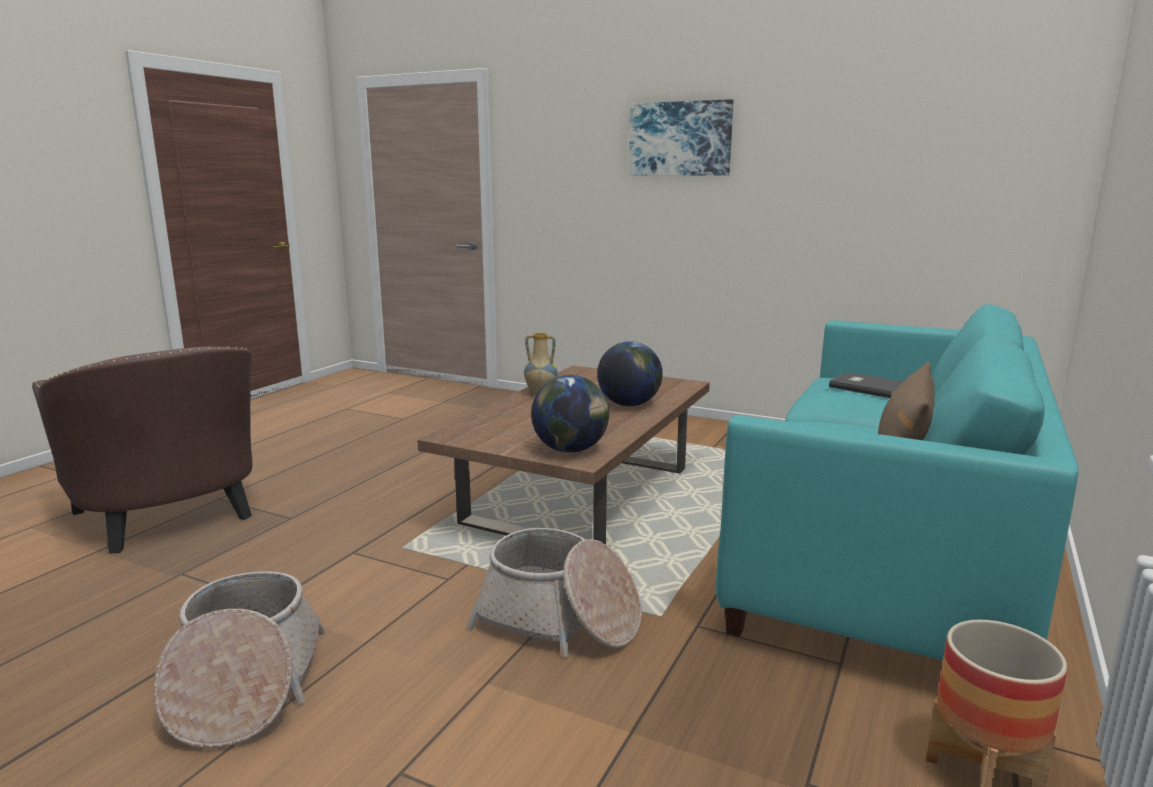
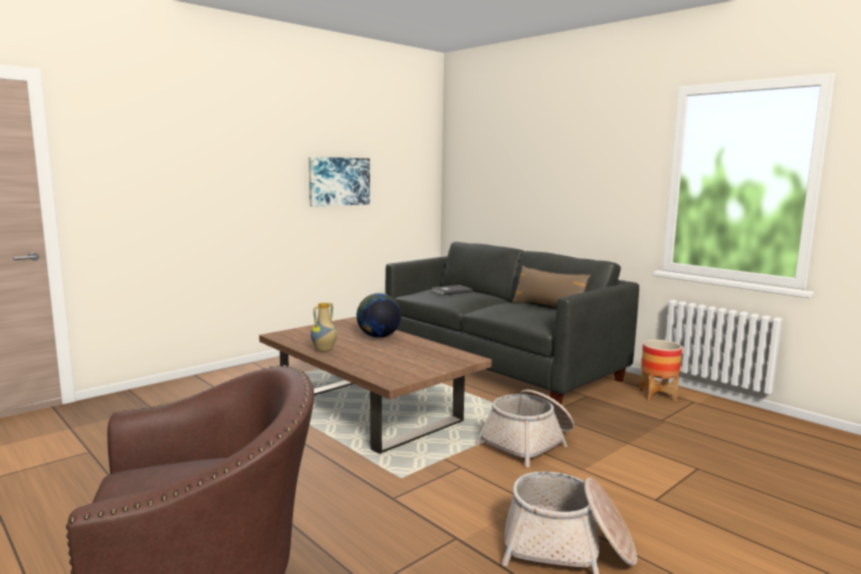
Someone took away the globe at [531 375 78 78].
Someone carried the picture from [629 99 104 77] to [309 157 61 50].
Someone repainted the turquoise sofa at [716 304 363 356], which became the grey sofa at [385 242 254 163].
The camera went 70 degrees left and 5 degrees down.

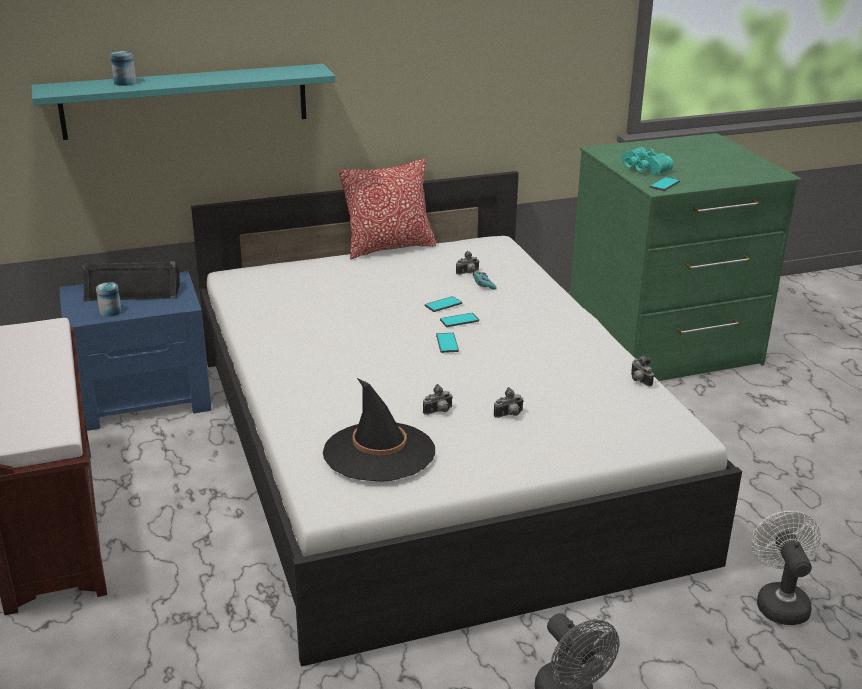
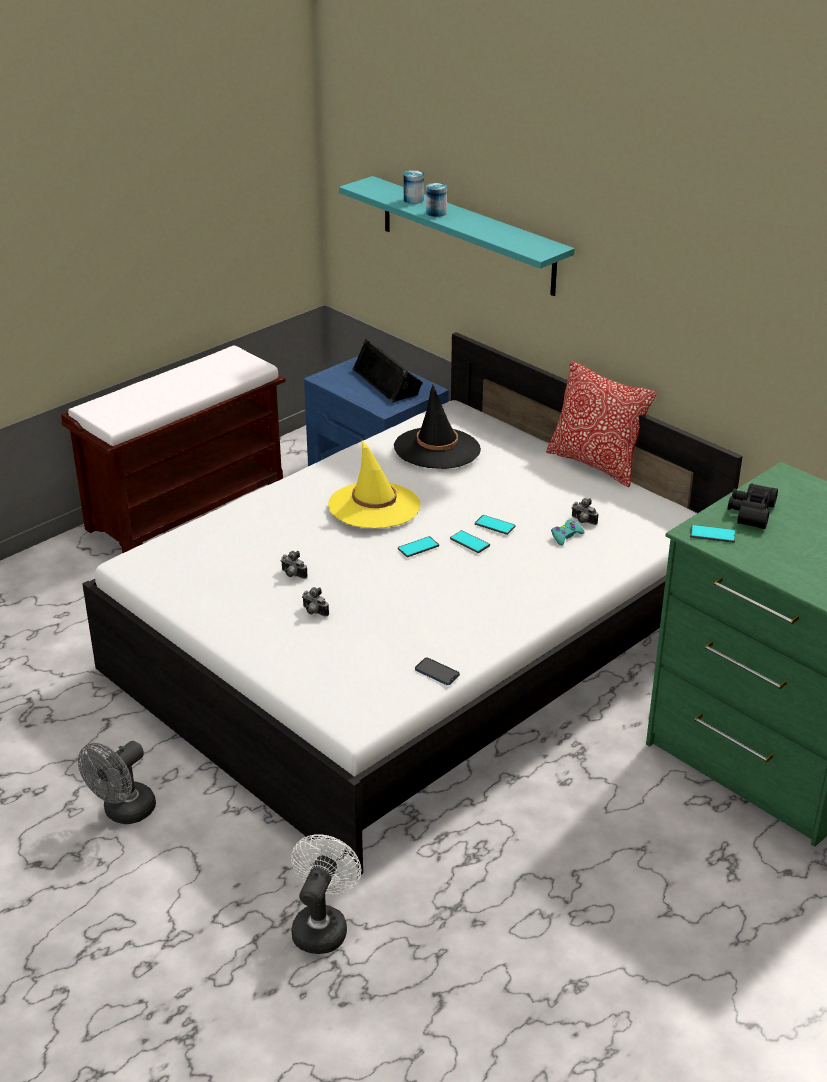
Someone carried the can from [96 282 25 35] to [426 183 21 34].
Someone carried the black hat from [323 378 112 104] to [394 385 87 84].
Someone repainted the turquoise binoculars at [621 147 52 28], which became the black binoculars at [728 483 50 46].
Someone swapped the photo camera at [631 356 23 31] for the phone at [415 658 45 27].
Someone rotated the white fan at [751 511 70 114] by 45 degrees counterclockwise.
Someone put down the yellow hat at [328 440 92 89].
The camera went 65 degrees right and 5 degrees up.

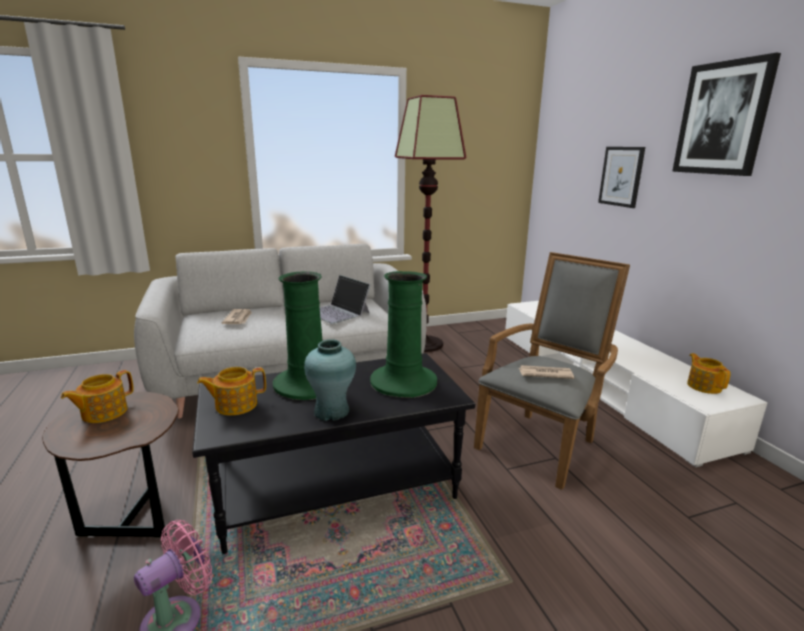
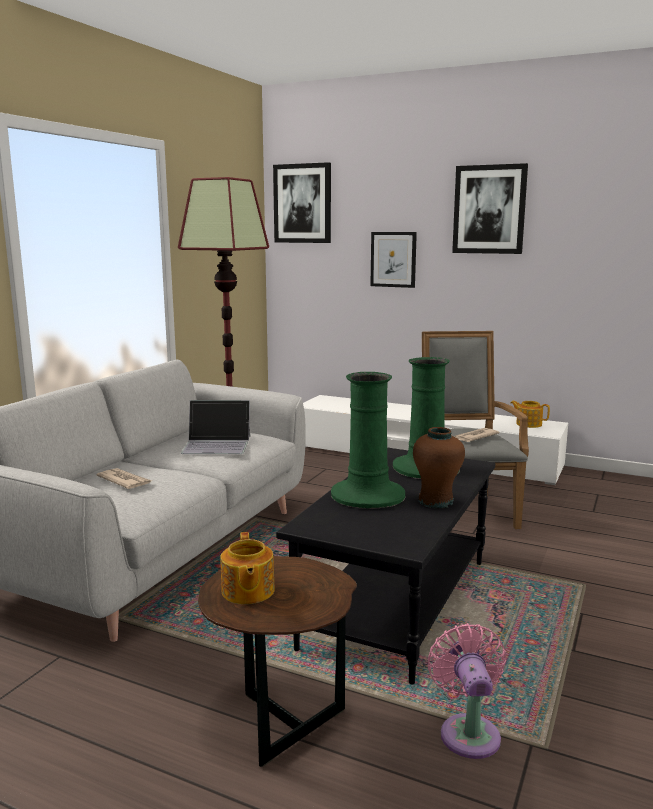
Someone took away the teapot at [197 367 69 49].
Someone repainted the turquoise vase at [304 339 52 82], which became the brown vase at [413 427 52 81].
Someone put up the picture at [273 162 58 81].
The camera went 45 degrees left and 5 degrees down.

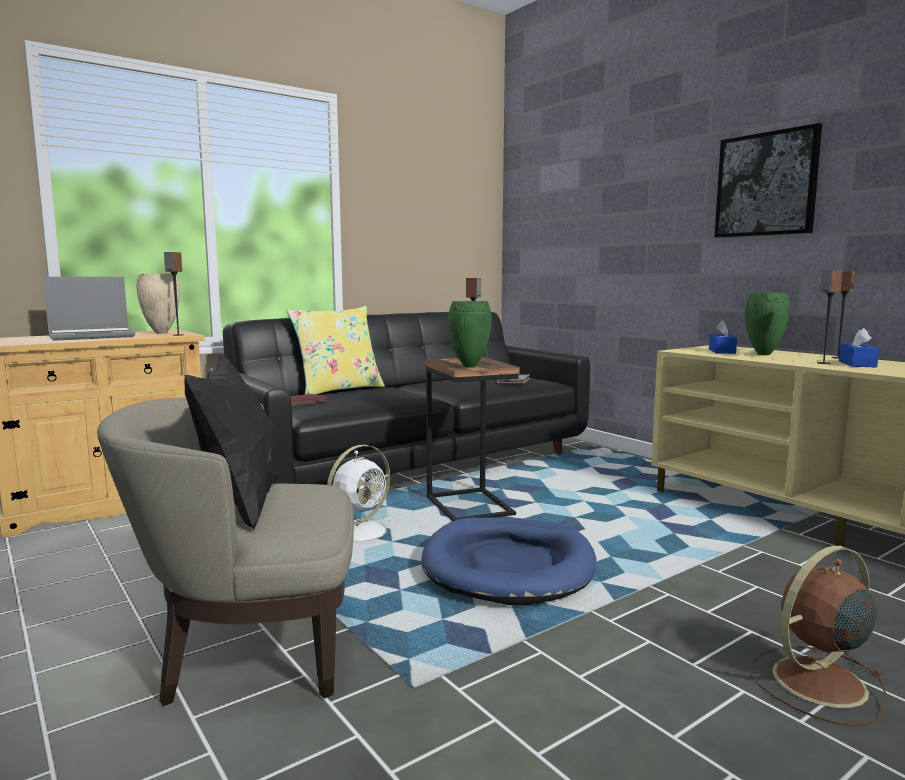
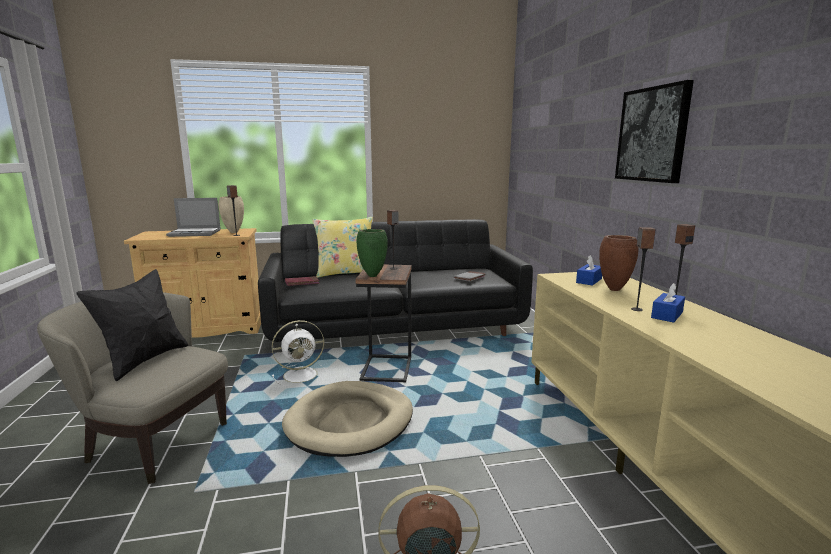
Someone repainted the blue dog bed at [421 518 175 87], which became the beige dog bed at [282 381 131 76].
Someone repainted the green vase at [745 293 45 62], which became the brown vase at [599 235 40 56].
The camera went 25 degrees right and 5 degrees up.

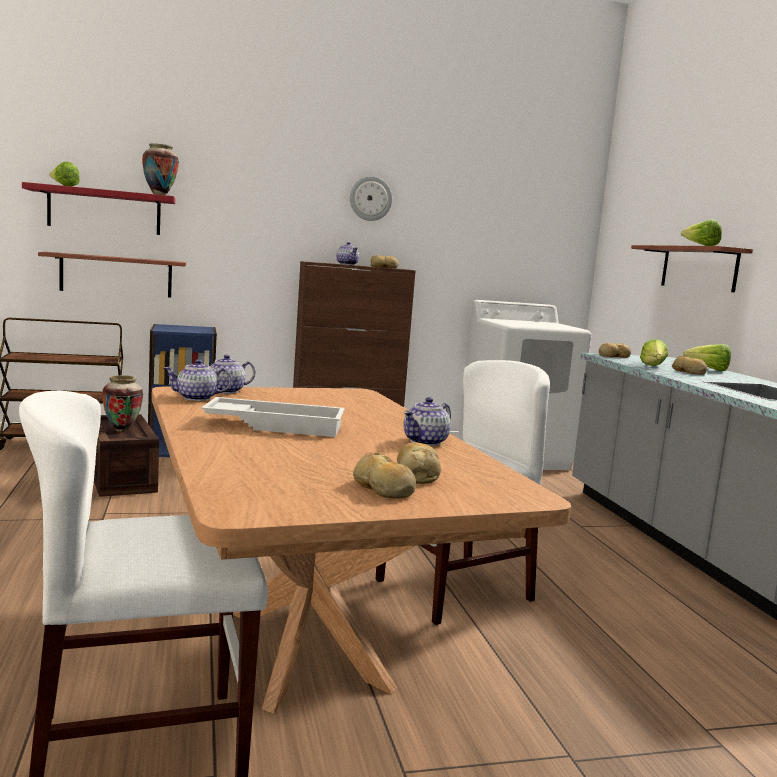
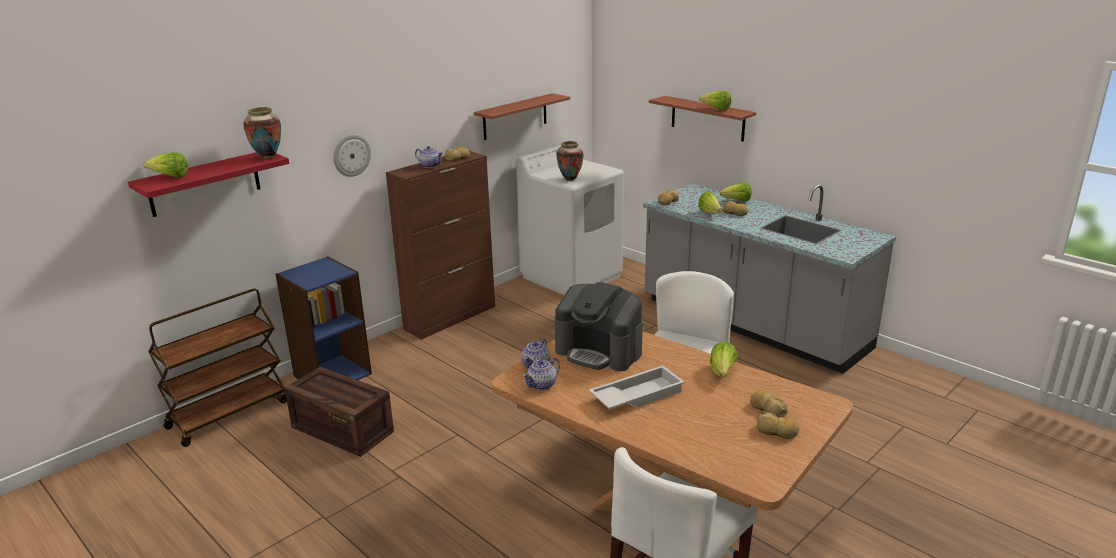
Someone carried the shelf from [38 252 148 46] to [474 93 96 47].
Someone carried the vase from [102 375 41 57] to [556 141 28 40].
Someone carried the wall clock from [350 176 42 45] to [333 134 38 43].
Someone swapped the teapot at [403 397 48 49] for the lettuce at [710 341 28 36].
Someone put down the coffee machine at [555 282 88 89].
The camera went 30 degrees left and 15 degrees up.

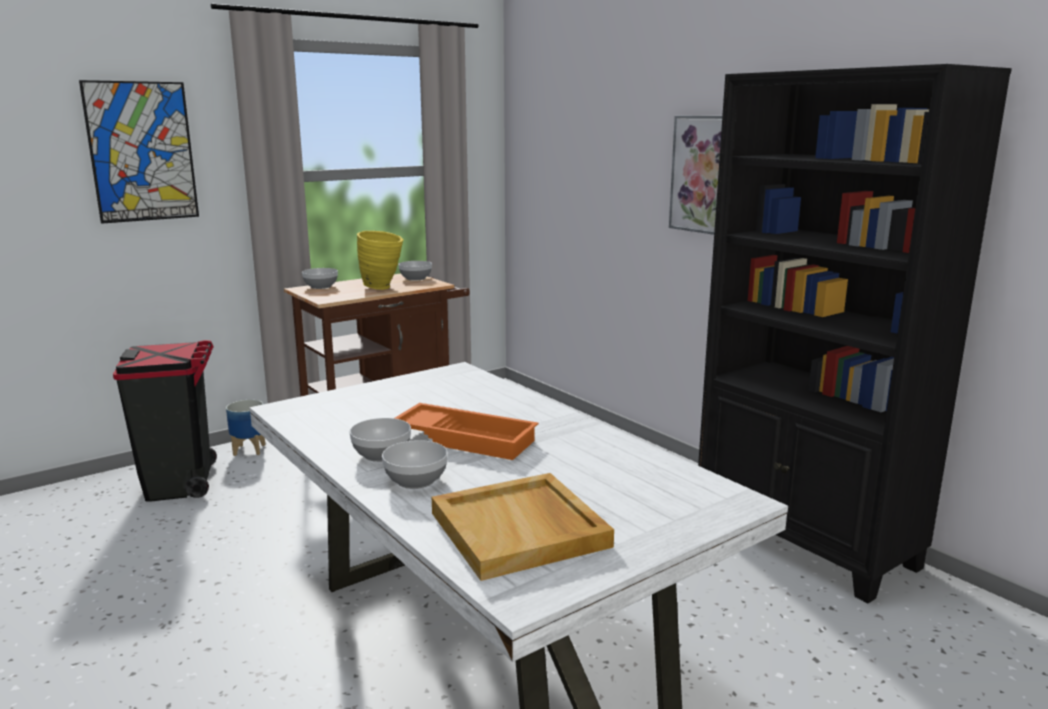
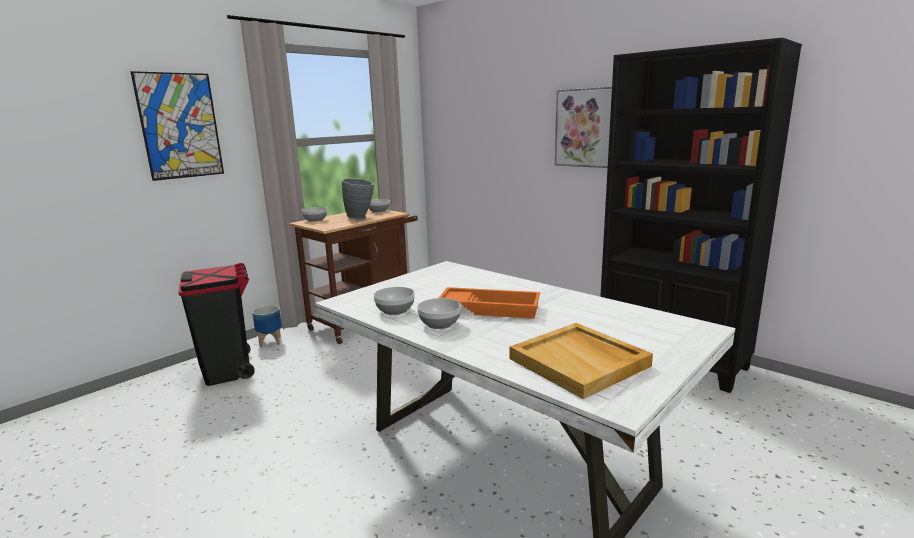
Someone repainted the yellow vase at [357 231 47 59], which became the grey vase at [342 178 32 41].
Someone carried the bowl from [382 440 66 49] to [373 287 42 28].
The camera went 10 degrees left and 0 degrees up.

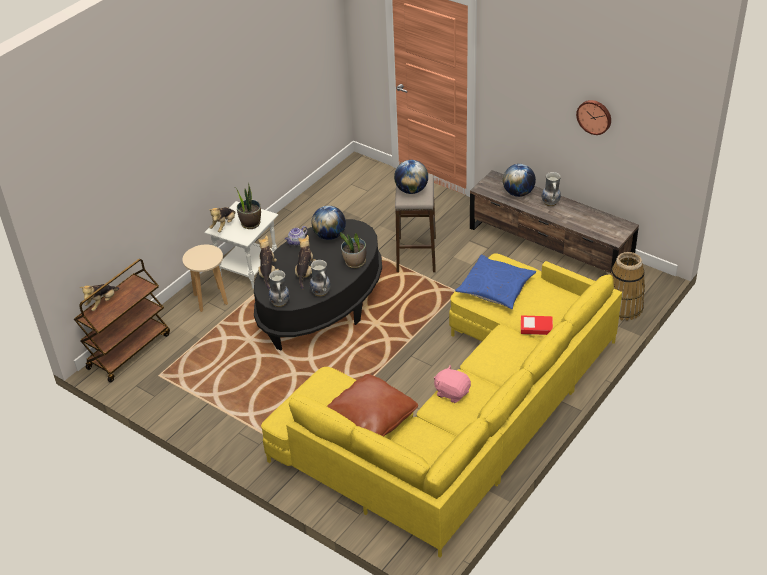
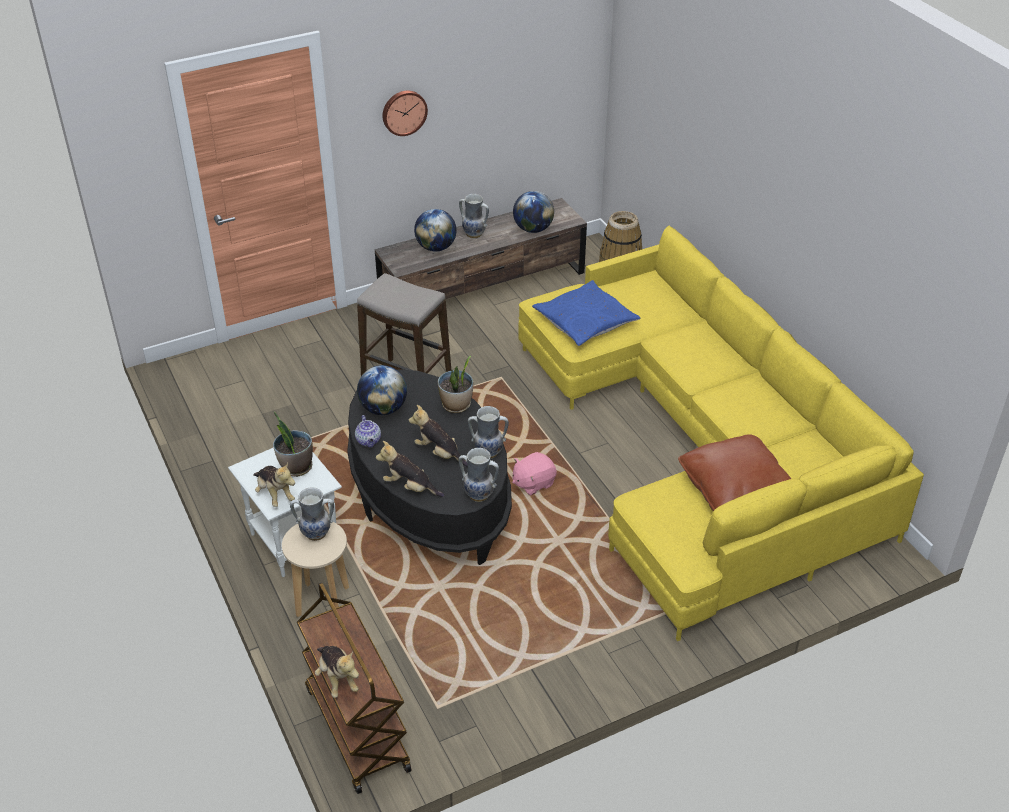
Someone carried the globe from [394 160 34 34] to [513 191 41 42].
Someone carried the pink plush toy from [434 365 37 38] to [512 452 45 44].
Someone took away the book at [521 315 32 20].
Someone carried the wall clock from [576 100 35 35] to [383 91 45 45].
Someone put down the vase at [290 487 44 54].
The camera went 65 degrees left and 0 degrees up.

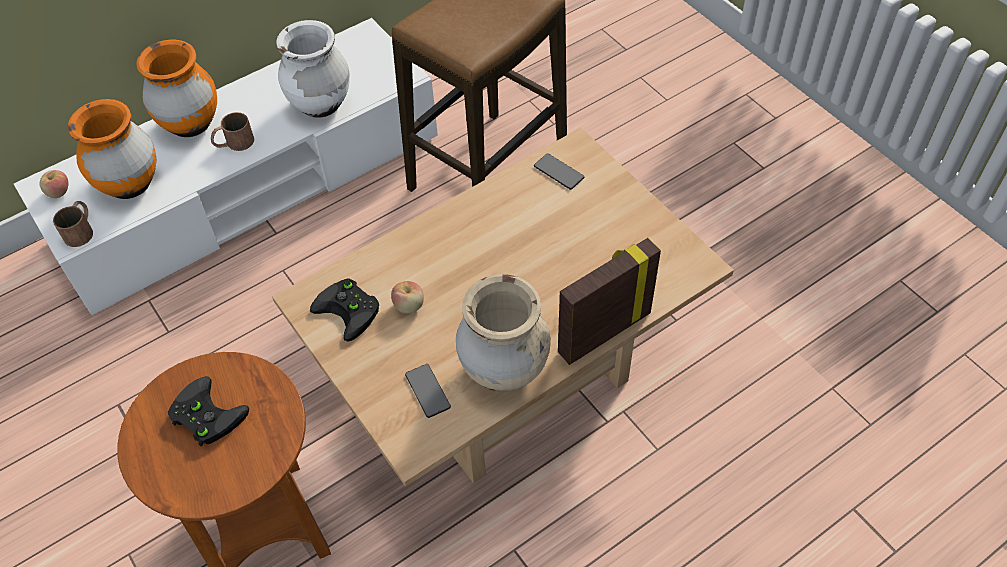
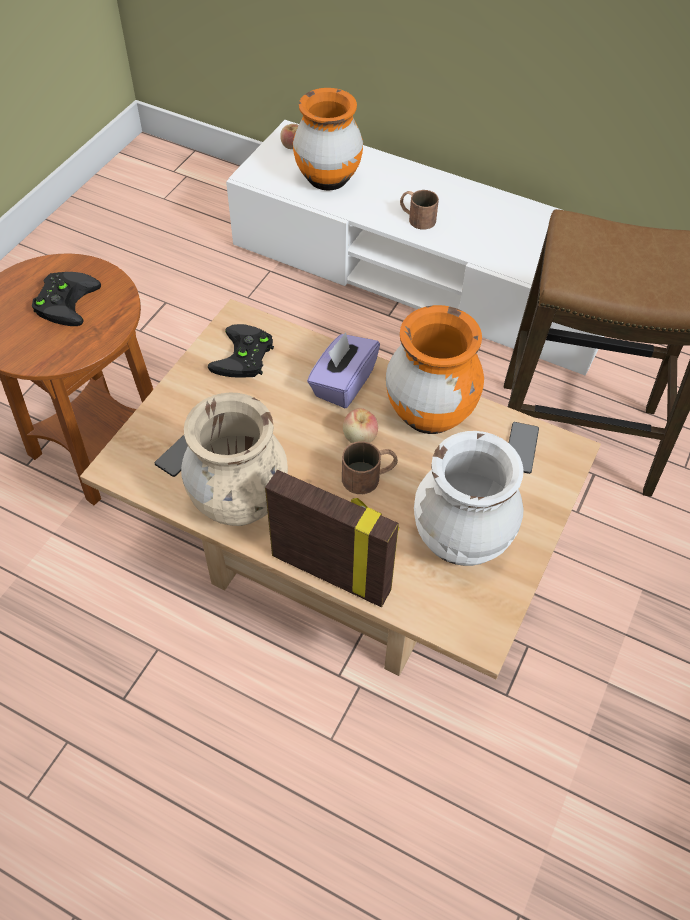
Someone carried the brown mug from [53 201 40 46] to [342 441 56 53].
Someone carried the orange vase from [136 40 81 97] to [386 305 98 129].
Someone carried the white vase from [277 20 73 98] to [414 431 110 135].
Someone carried the apple from [391 281 33 32] to [343 408 35 35].
Someone put down the purple tissue box at [307 332 73 76].
The camera went 60 degrees right and 0 degrees up.

